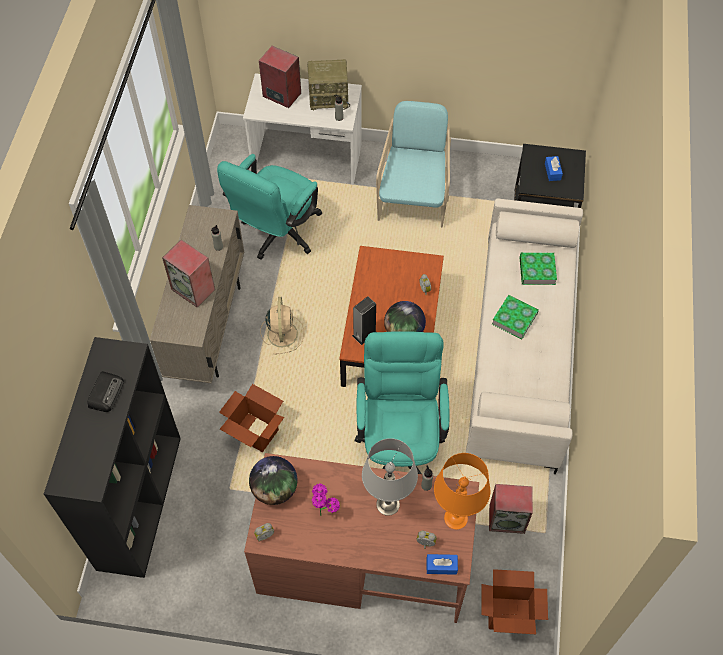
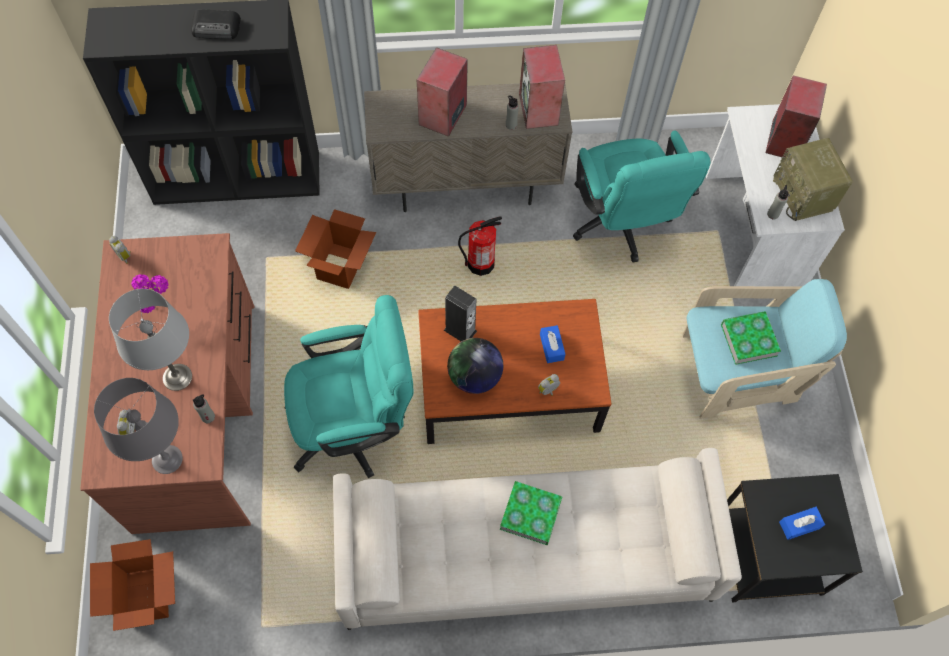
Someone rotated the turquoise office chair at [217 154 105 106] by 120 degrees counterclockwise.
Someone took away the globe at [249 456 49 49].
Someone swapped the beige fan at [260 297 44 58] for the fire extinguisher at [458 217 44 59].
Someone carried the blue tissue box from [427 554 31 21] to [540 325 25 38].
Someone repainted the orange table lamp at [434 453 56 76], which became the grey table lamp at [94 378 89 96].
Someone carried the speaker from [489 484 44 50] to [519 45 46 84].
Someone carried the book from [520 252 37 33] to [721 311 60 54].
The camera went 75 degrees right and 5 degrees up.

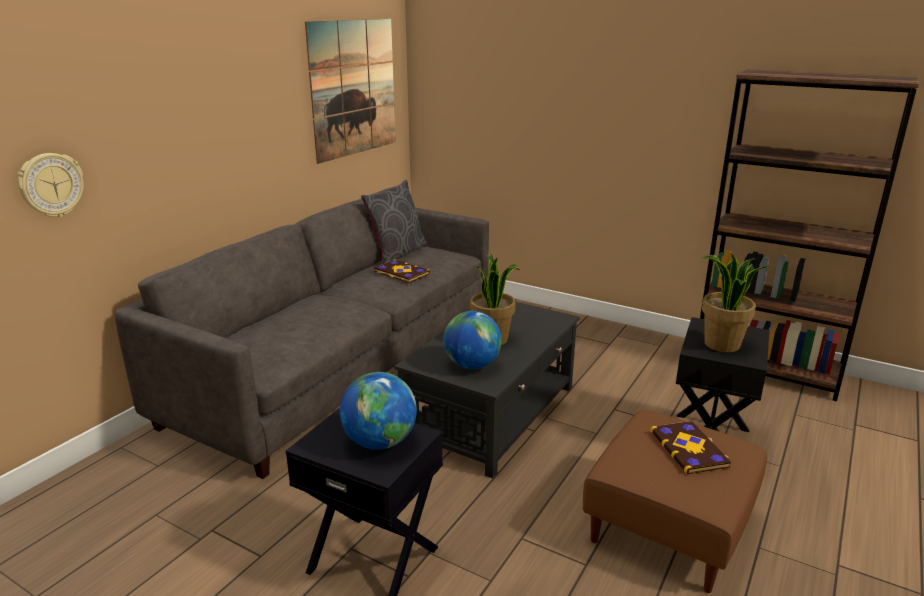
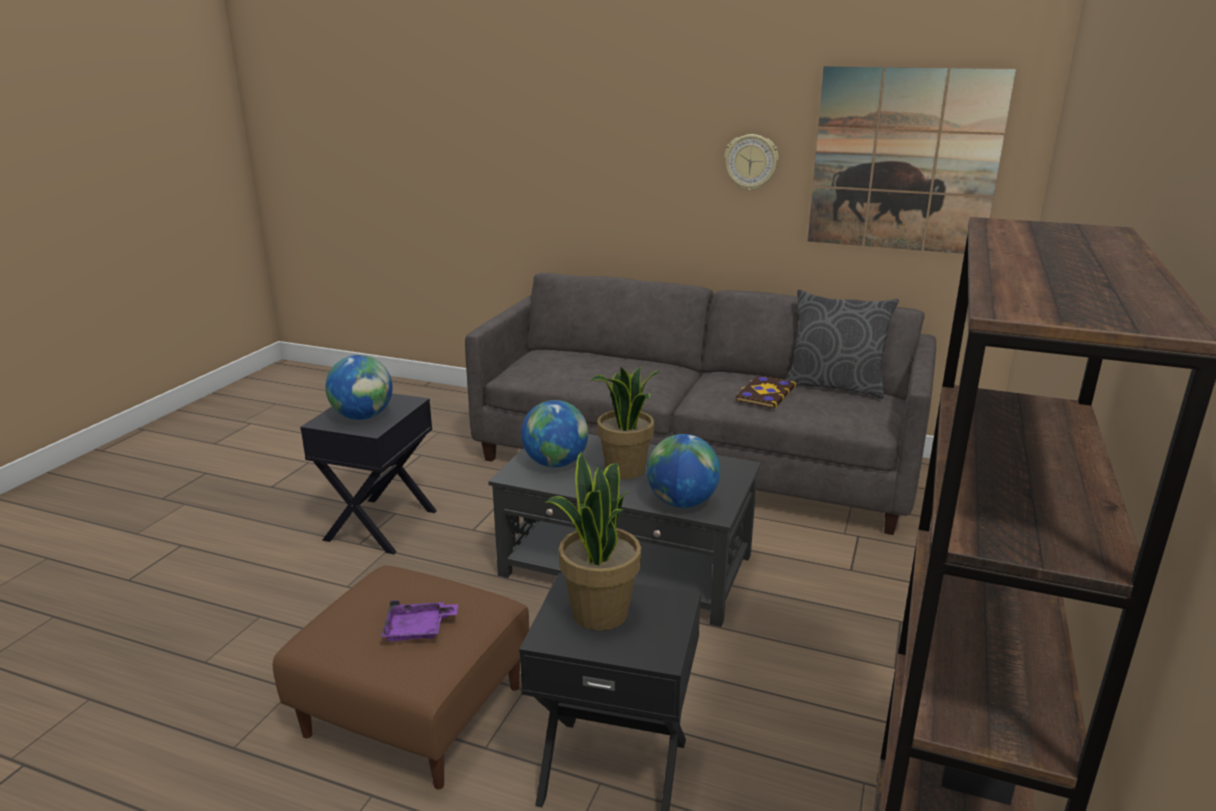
Someone carried the wall clock from [17 153 67 64] to [724 134 55 57].
Someone swapped the book at [650 421 81 54] for the purple tray at [381 600 77 41].
Someone put down the globe at [647 434 73 74].
The camera went 80 degrees right and 0 degrees up.

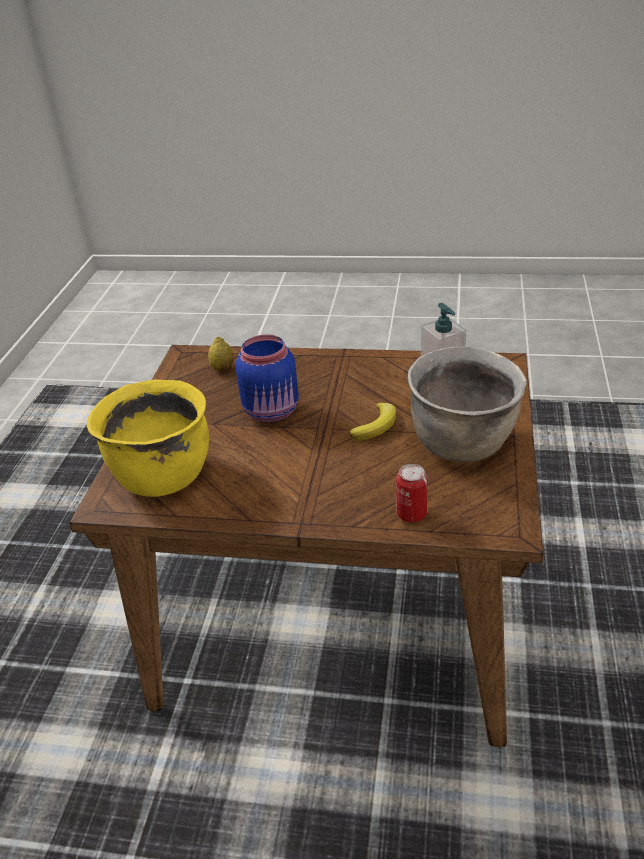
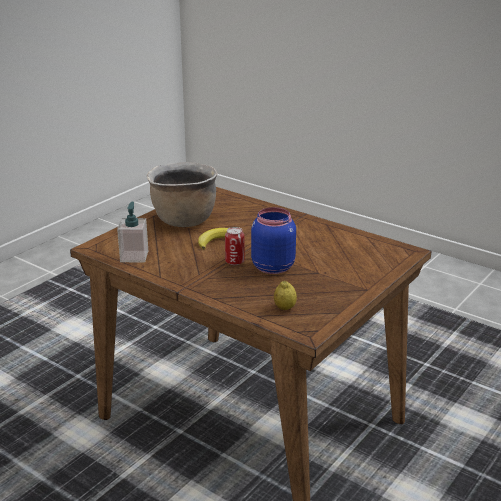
Someone took away the yellow cooking pot at [87 379 122 118].
Someone carried the can from [396 464 32 58] to [225 227 20 38].
The camera went 155 degrees left and 10 degrees down.

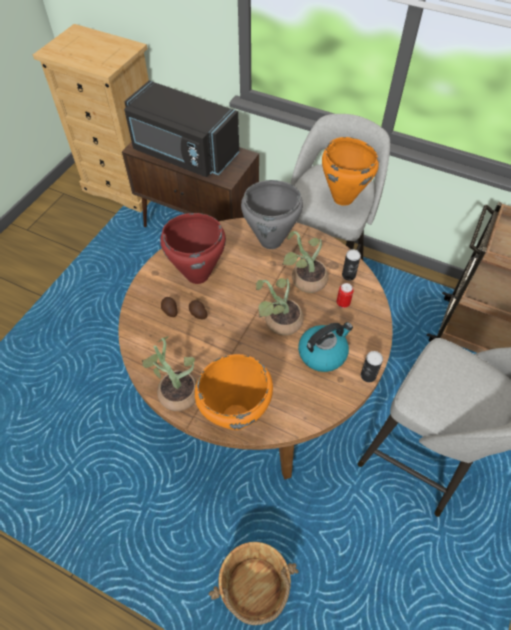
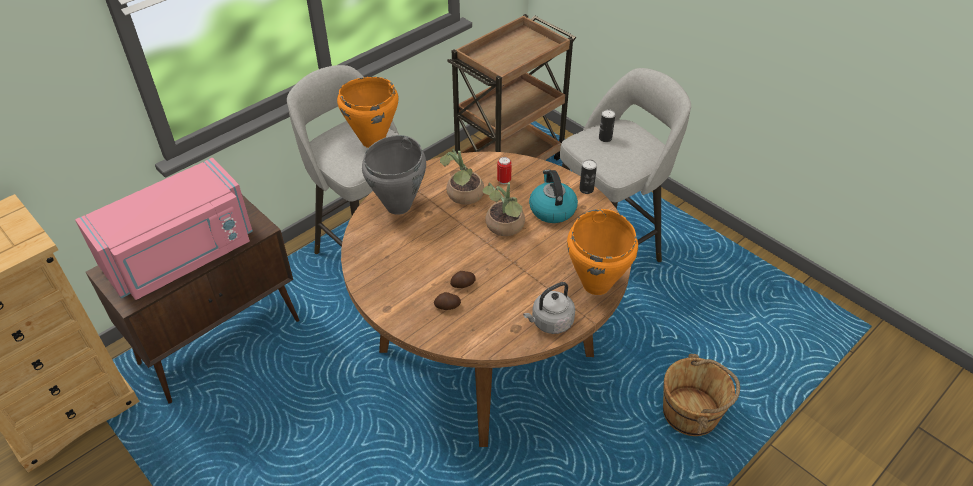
Someone repainted the black microwave at [124 80 115 97], which became the pink microwave at [75 158 178 142].
Someone swapped the potted plant at [142 336 55 75] for the grey kettle at [523 282 52 52].
Someone took away the red cooking pot at [160 213 66 71].
Someone carried the can from [342 249 19 32] to [599 109 16 33].
The camera went 70 degrees left and 10 degrees down.

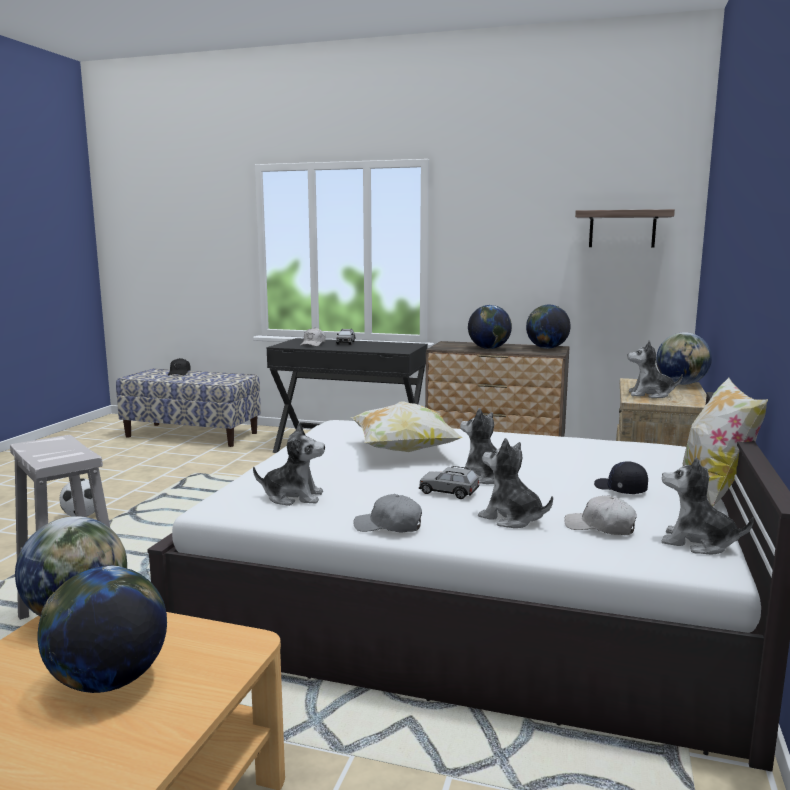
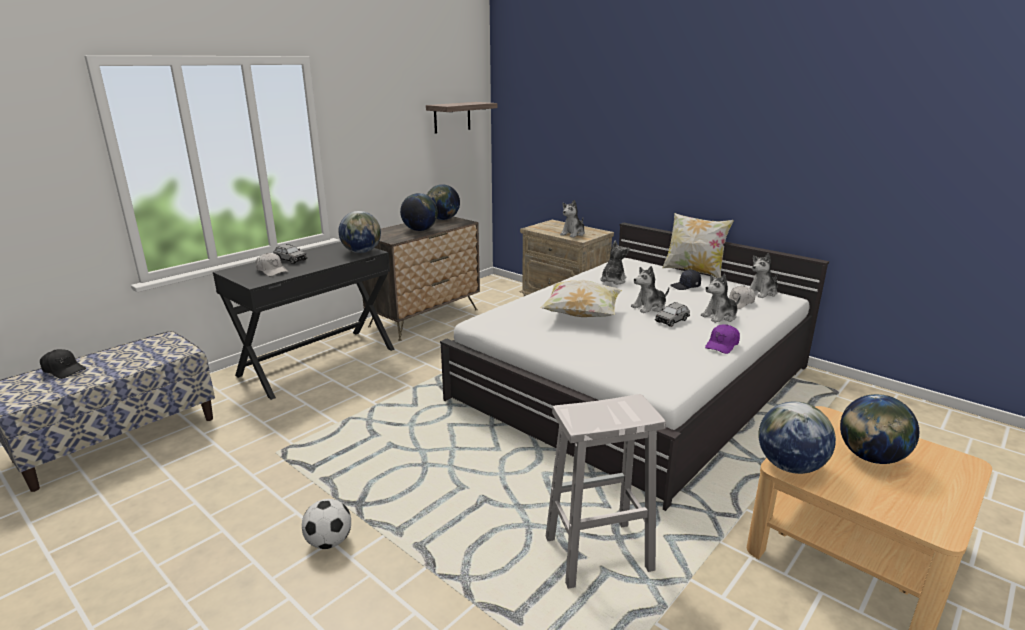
Someone carried the plush toy from [253 422 72 84] to [600 241 29 44].
Someone repainted the grey cap at [354 494 68 38], which became the purple cap at [705 324 35 30].
Someone carried the globe from [656 332 56 53] to [338 211 43 42].
The camera went 65 degrees left and 10 degrees up.

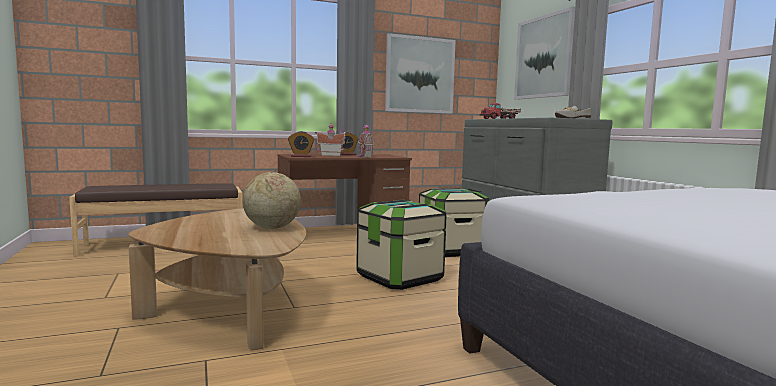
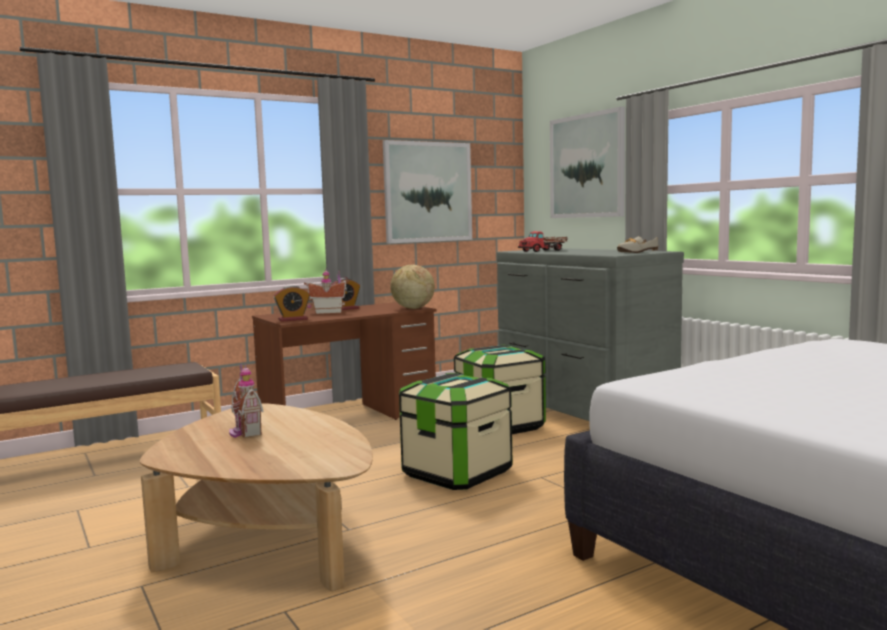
Someone carried the globe from [243 172 58 57] to [390 265 45 44].
Someone carried the toy house from [356 123 18 34] to [229 364 35 74].
The camera went 10 degrees left and 0 degrees up.

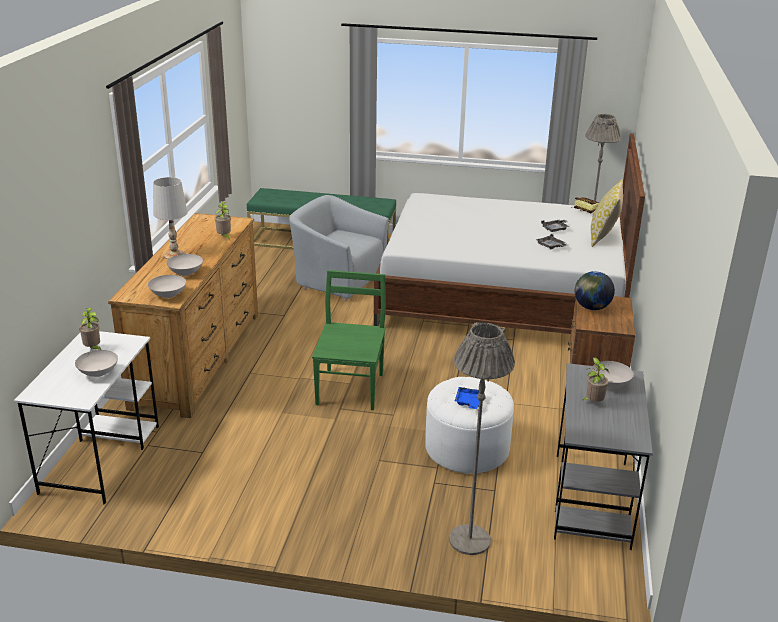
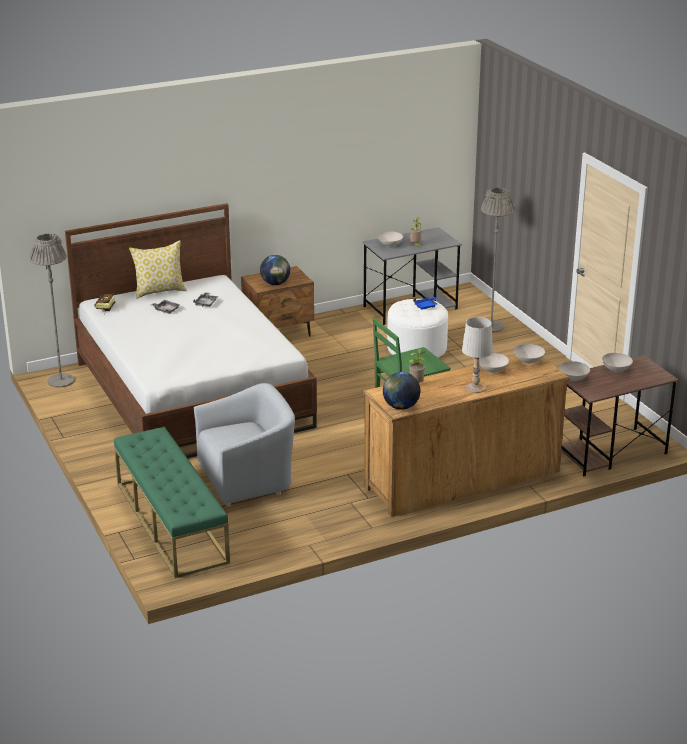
Someone repainted the white desk at [14 331 145 174], which became the brown desk at [561 355 118 122].
Someone took away the potted plant at [79 308 22 42].
Someone rotated the grey armchair at [289 195 100 106] by 105 degrees counterclockwise.
Someone put down the globe at [383 372 37 38].
Someone put down the white bowl at [559 361 31 20].
The camera went 125 degrees left and 0 degrees up.

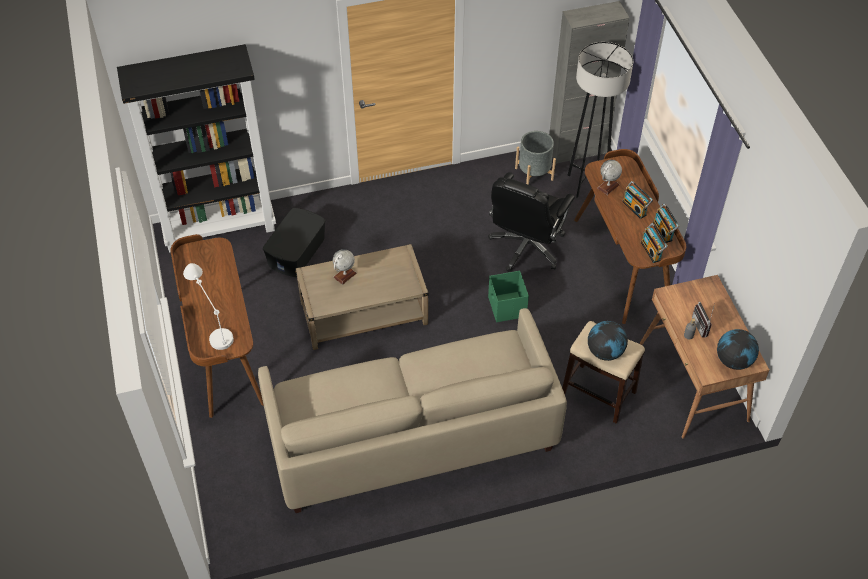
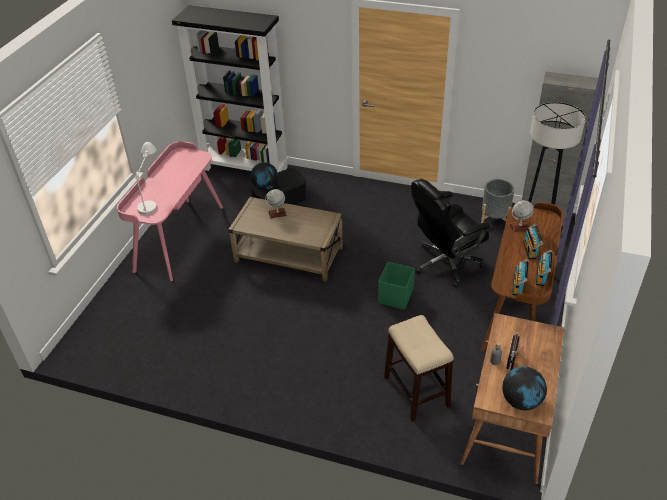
Someone repainted the brown desk at [171 234 93 184], which became the pink desk at [117 141 106 140].
Someone took away the beige sofa at [258 308 309 205].
Someone carried the globe from [588 321 40 40] to [250 162 28 28].
The camera went 35 degrees right and 10 degrees down.

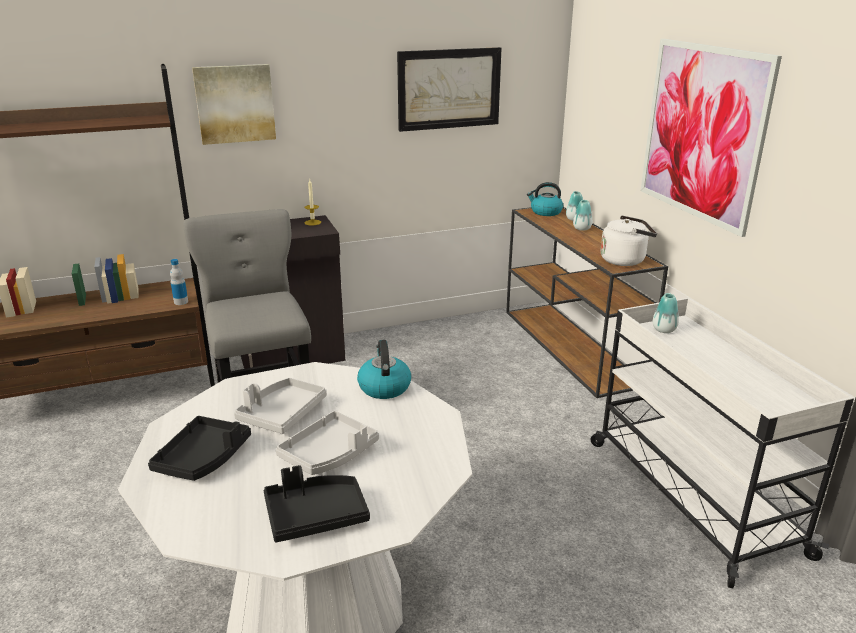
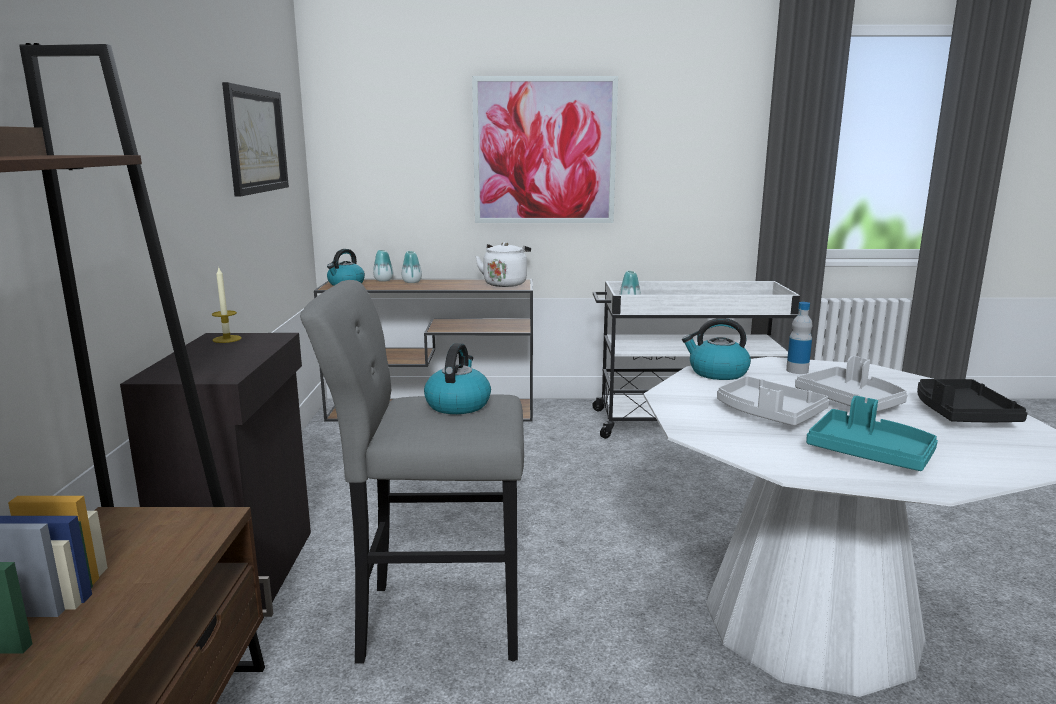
Someone repainted the black tray at [148 416 103 65], which became the turquoise tray at [806 396 132 75].
Someone carried the bottle from [170 259 18 46] to [786 302 26 72].
Someone took away the picture at [192 64 84 81].
Someone put down the kettle at [424 343 67 71].
The camera went 70 degrees left and 10 degrees down.

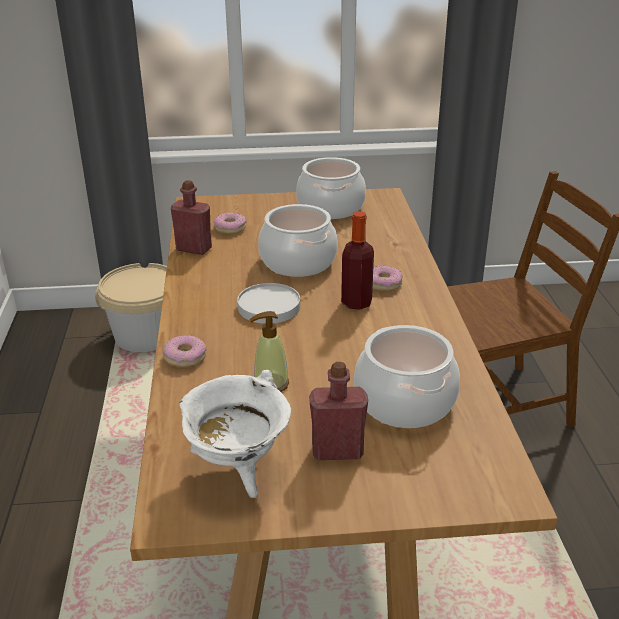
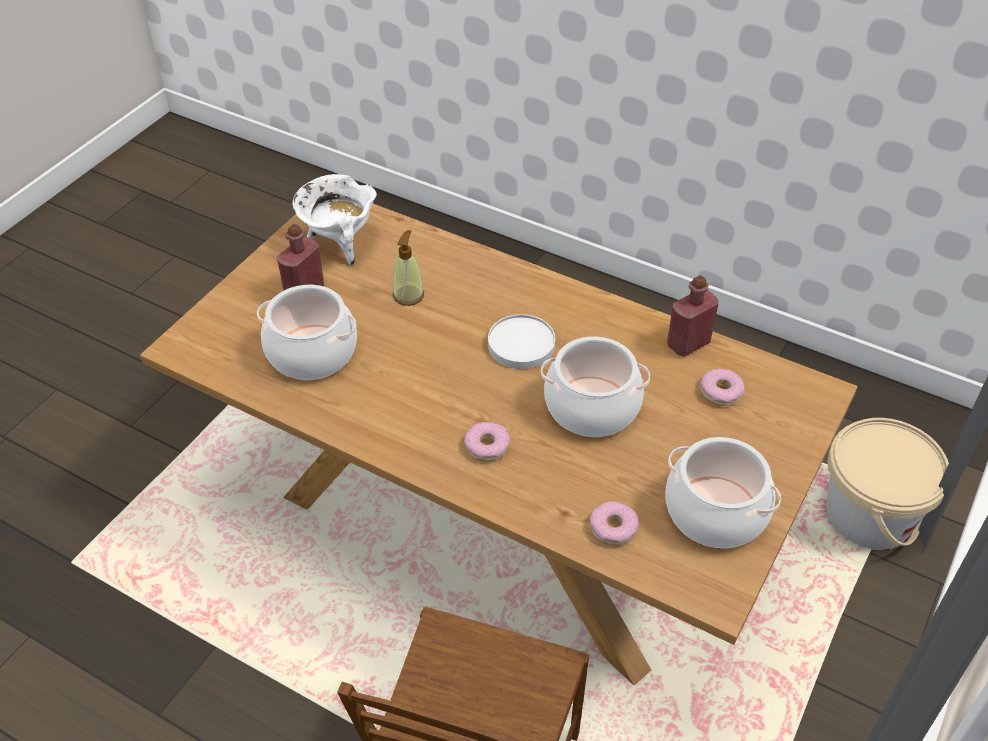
Someone carried the donut from [163 335 44 32] to [589 501 50 44].
Someone took away the bottle at [341 211 33 99].
The camera went 125 degrees right and 15 degrees up.

